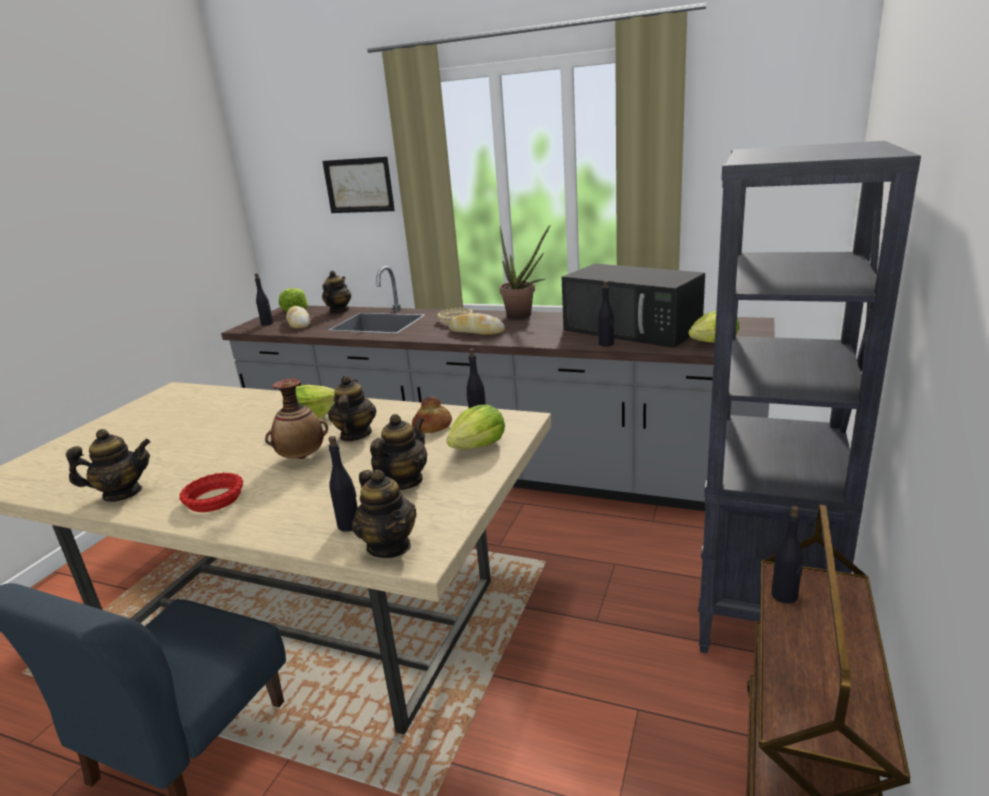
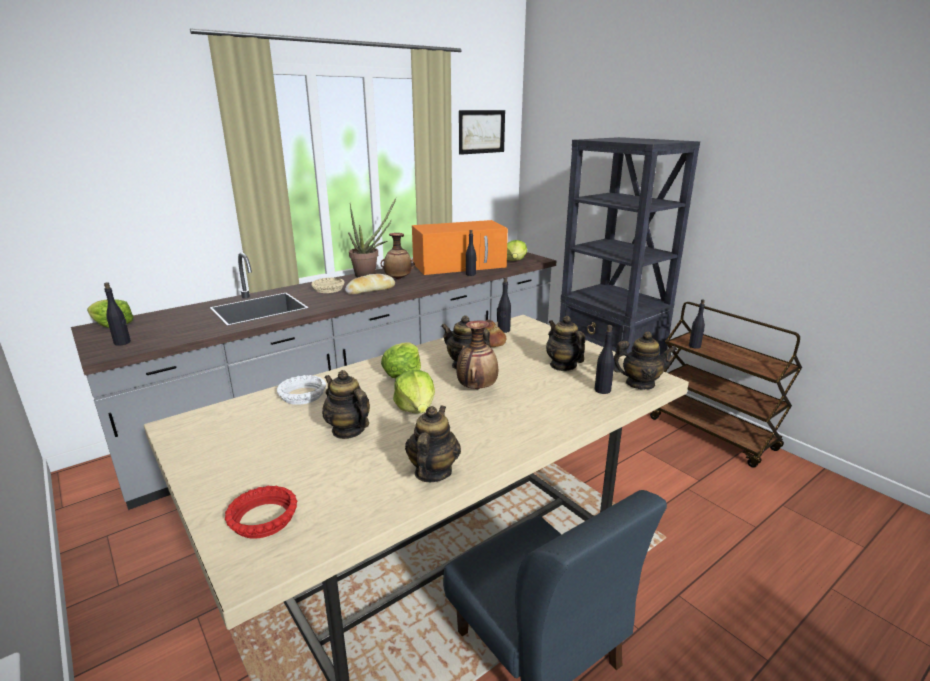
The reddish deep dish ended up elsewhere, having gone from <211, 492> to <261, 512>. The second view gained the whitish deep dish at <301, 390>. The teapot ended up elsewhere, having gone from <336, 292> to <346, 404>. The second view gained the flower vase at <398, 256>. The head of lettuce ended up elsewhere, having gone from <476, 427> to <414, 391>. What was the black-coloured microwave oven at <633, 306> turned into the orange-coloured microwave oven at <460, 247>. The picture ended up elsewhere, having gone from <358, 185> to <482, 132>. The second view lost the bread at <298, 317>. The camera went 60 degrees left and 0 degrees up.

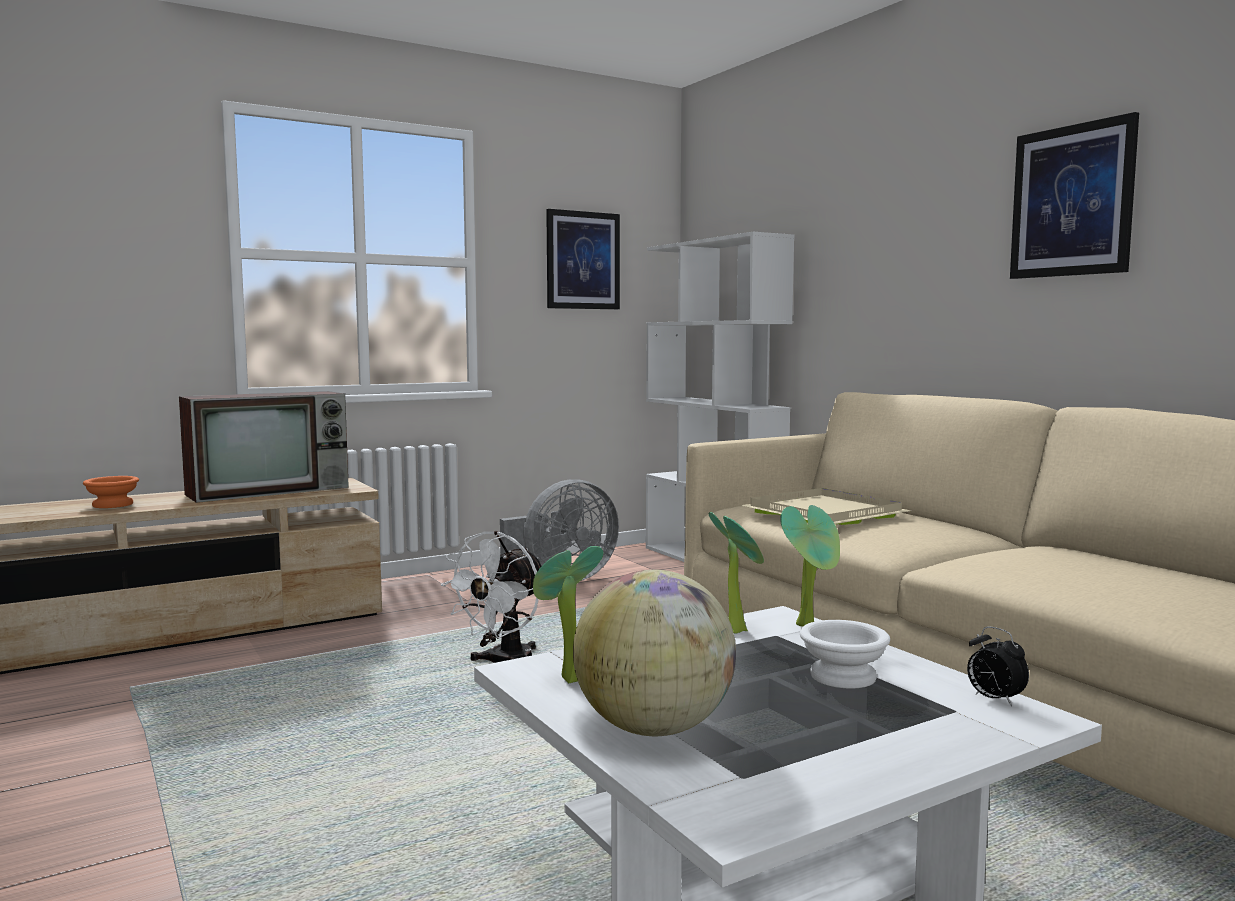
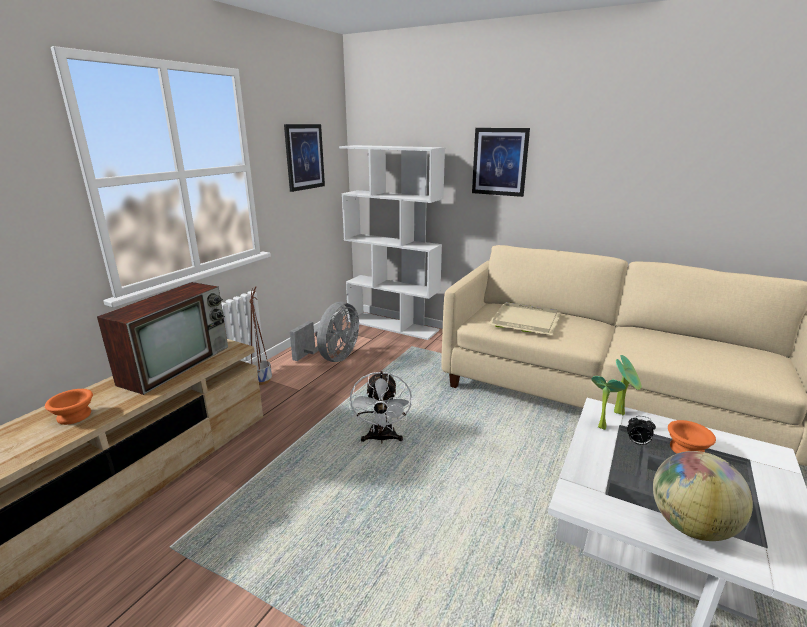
The second view gained the planter at <260, 335>. The picture ended up elsewhere, having gone from <1074, 195> to <501, 162>. The bedside clock ended up elsewhere, having gone from <998, 666> to <641, 430>. What was the whitish deep dish at <845, 654> turned into the orange-coloured deep dish at <692, 437>. The second view lost the houseplant at <568, 614>. The camera went 30 degrees left and 15 degrees up.

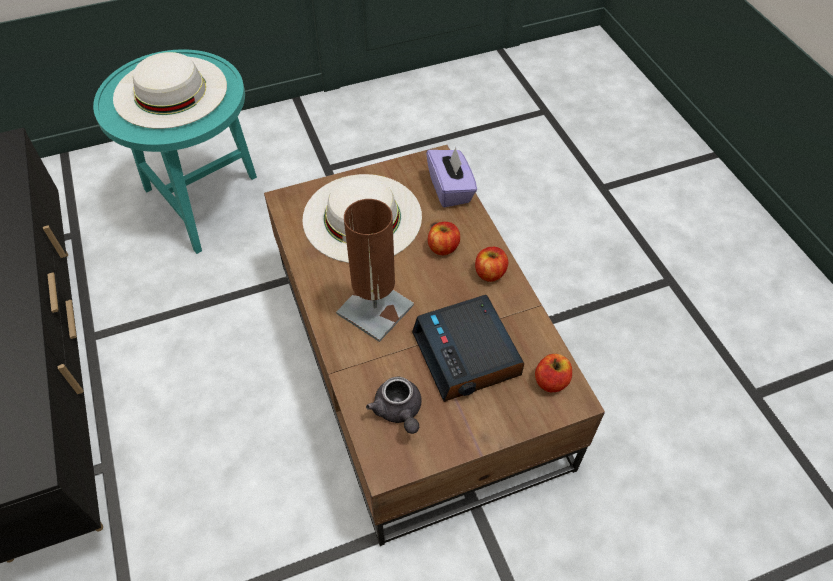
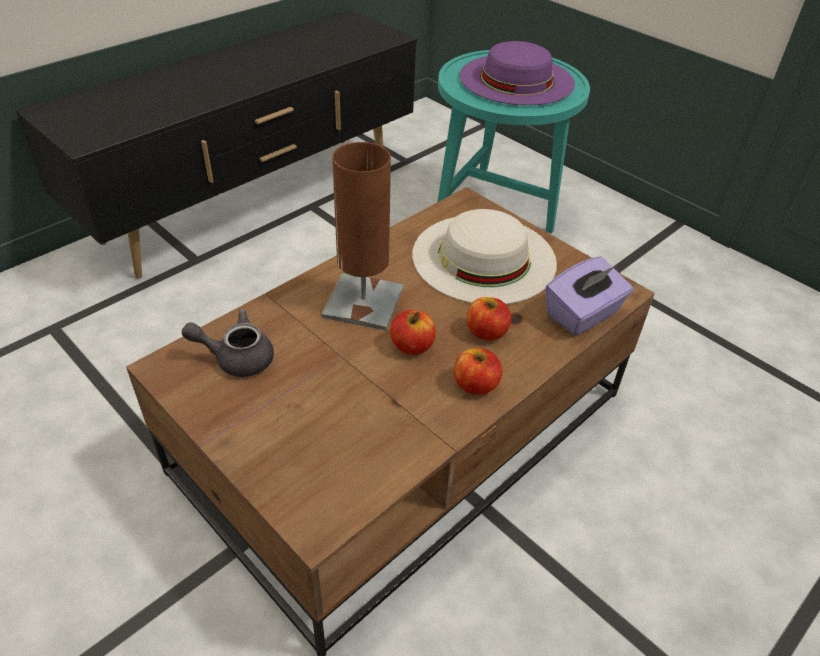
The gray teapot at <394, 405> ended up facing another way, 45 degrees clockwise from before. The apple fruit ended up elsewhere, having gone from <553, 373> to <413, 332>. What was the whitish hat at <170, 90> turned into the purple-coloured hat at <517, 73>. The second view lost the bedside clock at <468, 348>. The camera went 65 degrees right and 10 degrees down.

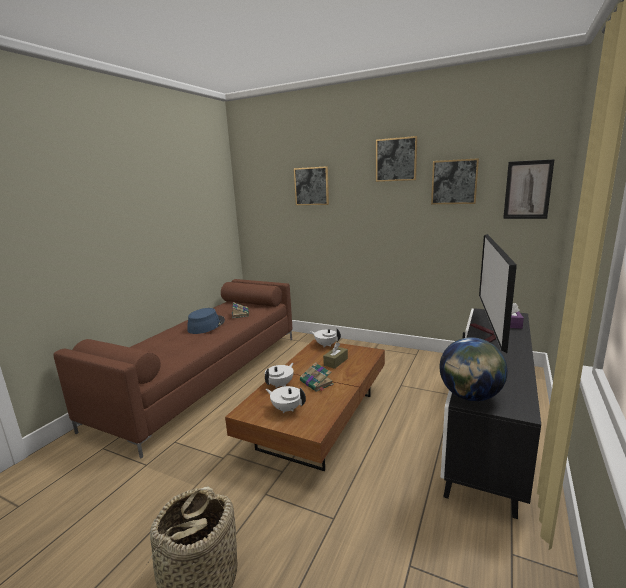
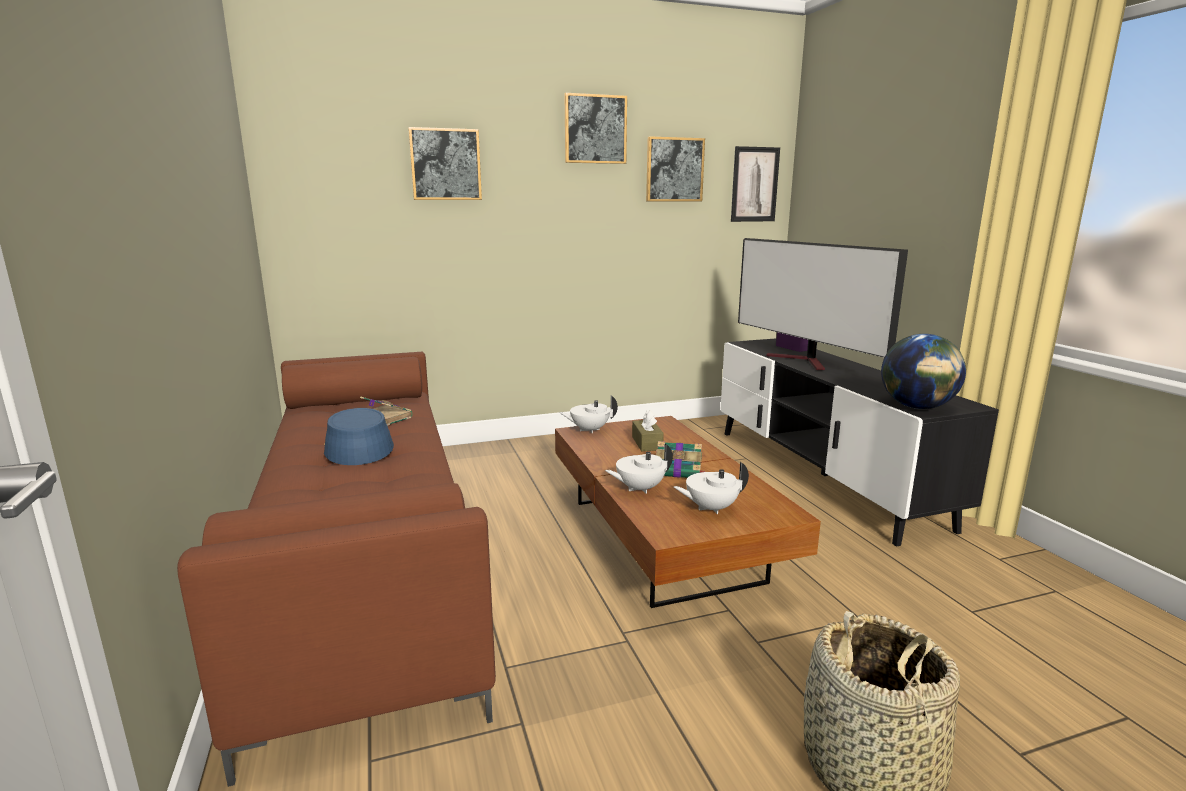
The whitish teapot at <279, 375> ended up facing another way, 105 degrees counterclockwise from before. The camera went 45 degrees left and 0 degrees up.

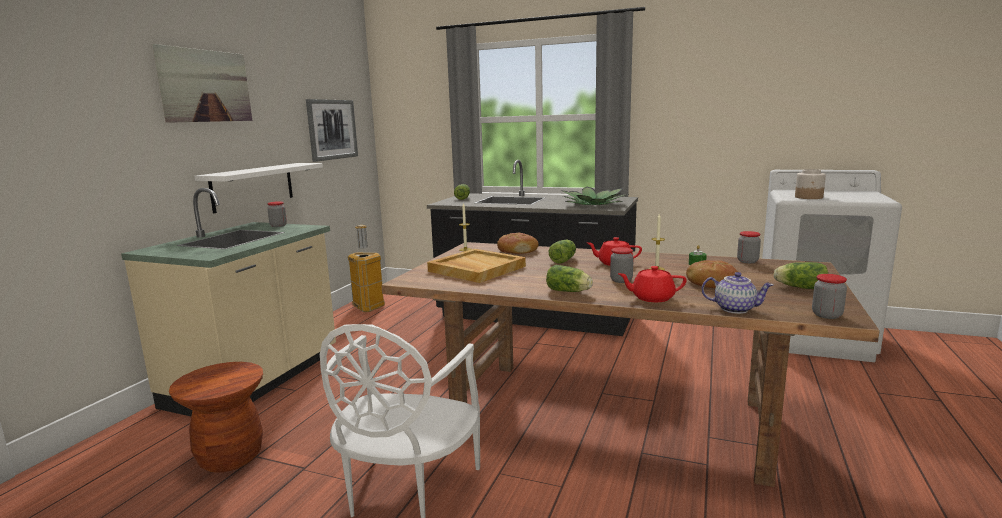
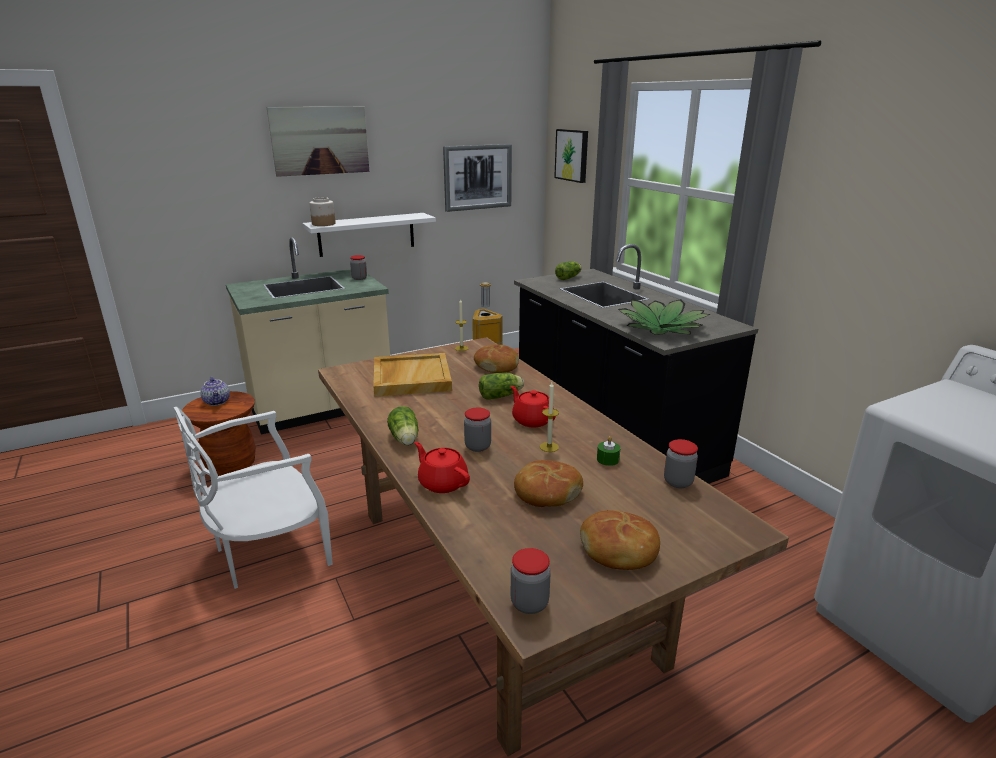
The teapot ended up elsewhere, having gone from <737, 293> to <215, 391>. The storage jar ended up elsewhere, having gone from <810, 184> to <322, 211>. The second view gained the picture at <571, 156>. Where the head of lettuce stood at <801, 275>, the bread came to stand at <620, 540>. The camera went 40 degrees right and 10 degrees up.

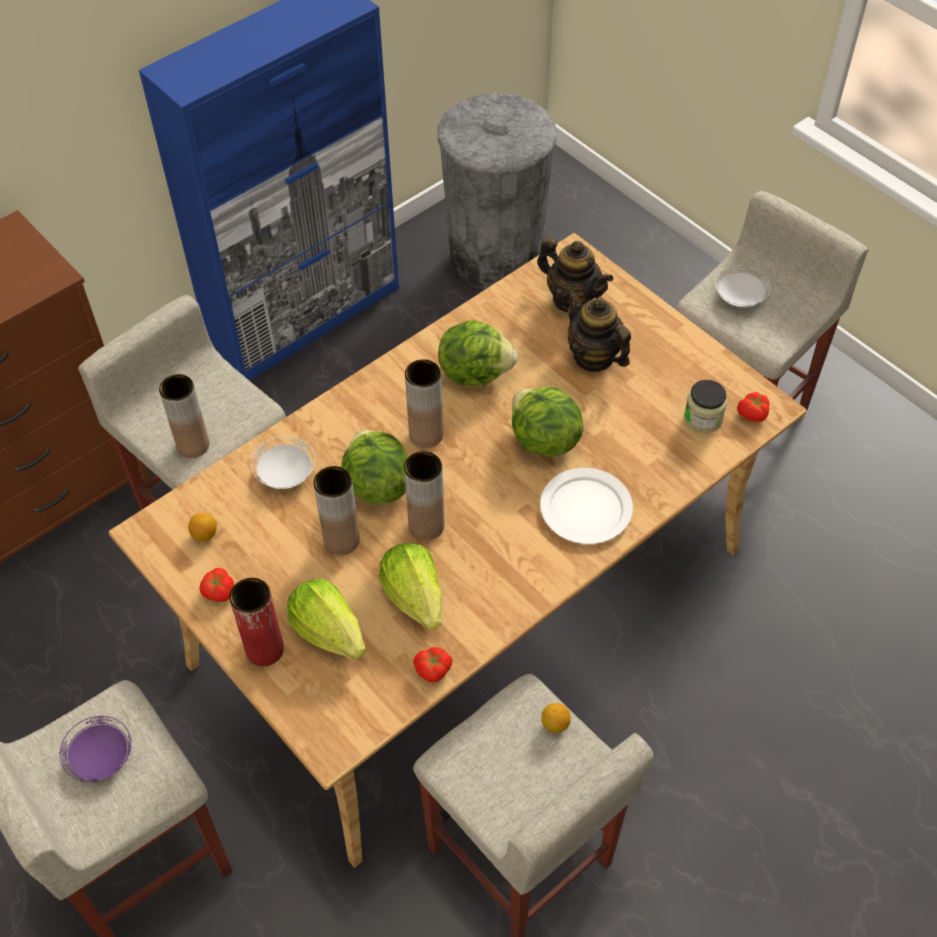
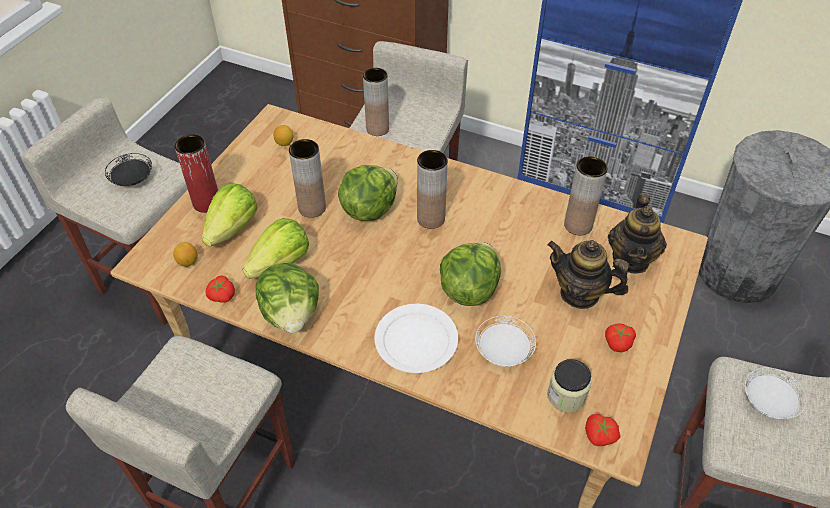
What was the purple-coloured dinner plate at <95, 749> turned into the black-coloured dinner plate at <128, 169>. The whole lemon ended up elsewhere, having gone from <556, 718> to <185, 254>. The head of lettuce ended up elsewhere, having gone from <478, 353> to <287, 298>. The whitish dinner plate ended up elsewhere, having gone from <283, 462> to <505, 341>. The teapot at <599, 331> ended up facing another way, 90 degrees counterclockwise from before. The brown flower vase ended up elsewhere, having gone from <424, 495> to <586, 195>. The tomato ended up elsewhere, having gone from <217, 585> to <620, 338>. The camera went 65 degrees right and 5 degrees down.

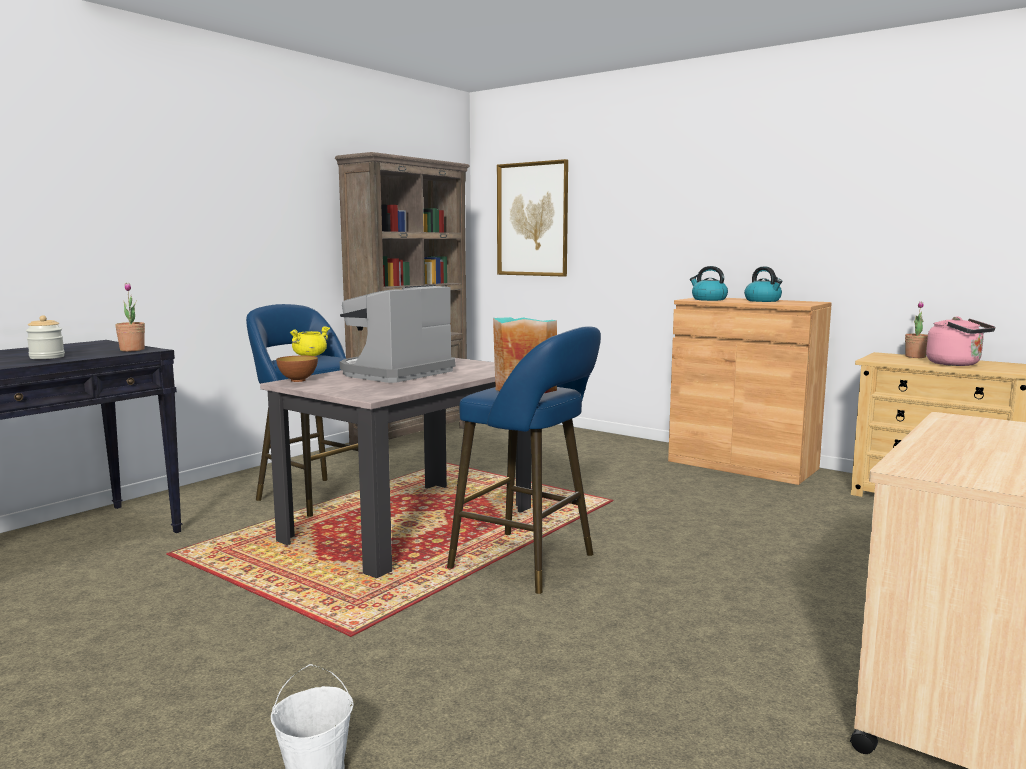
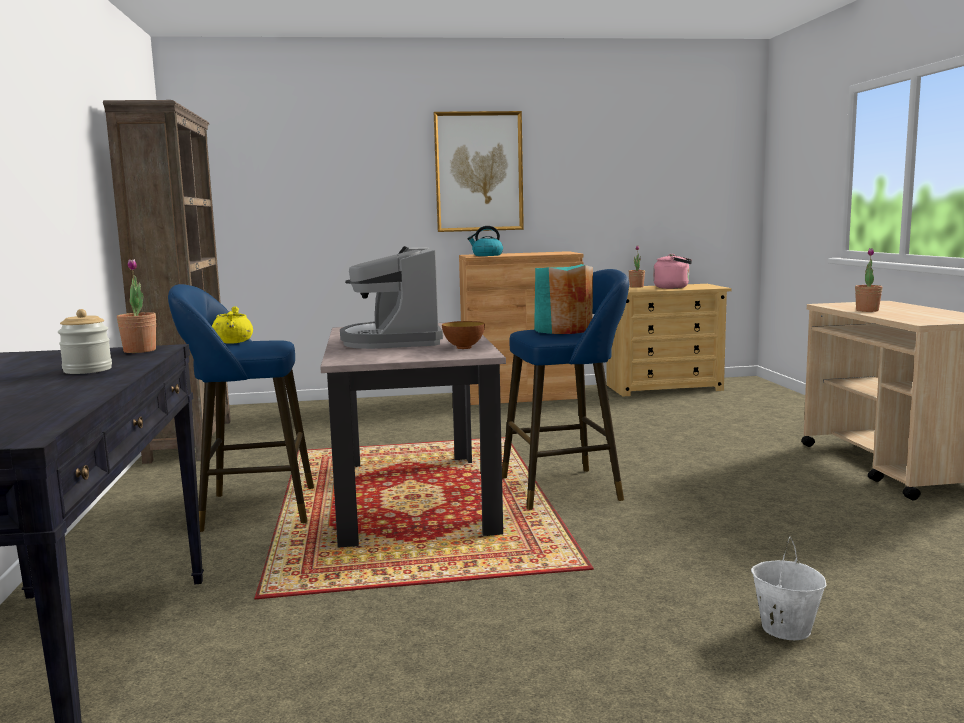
The picture ended up elsewhere, having gone from <532, 218> to <479, 171>. The deep dish ended up elsewhere, having gone from <297, 369> to <463, 335>. The second view gained the houseplant at <868, 280>. The second view lost the tea kettle at <763, 284>. The camera went 45 degrees left and 0 degrees up.

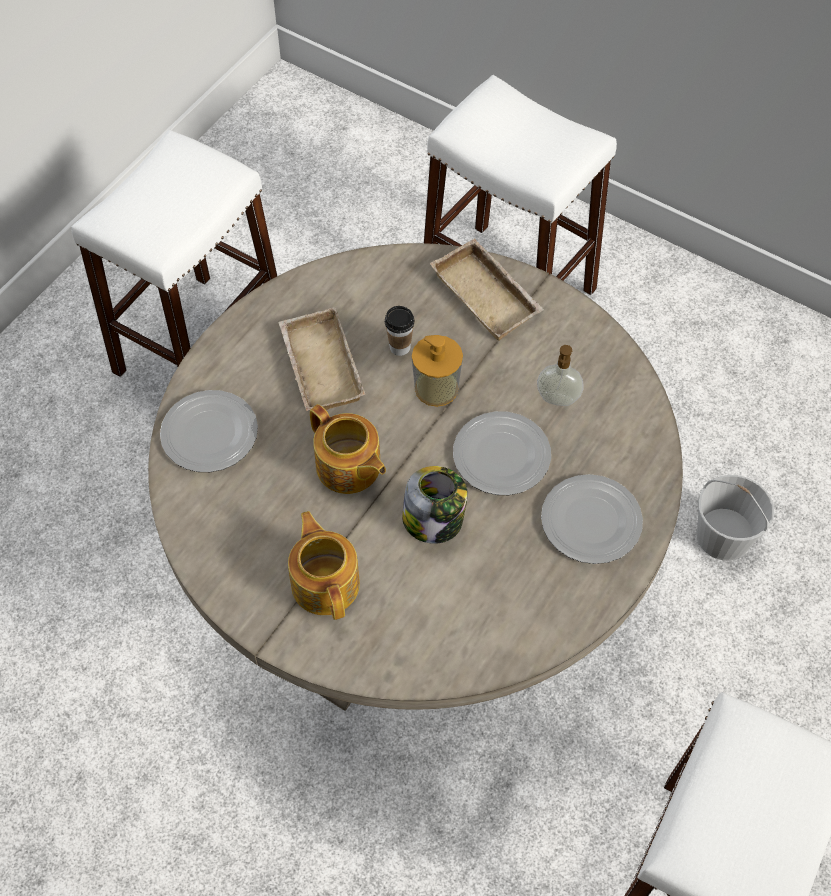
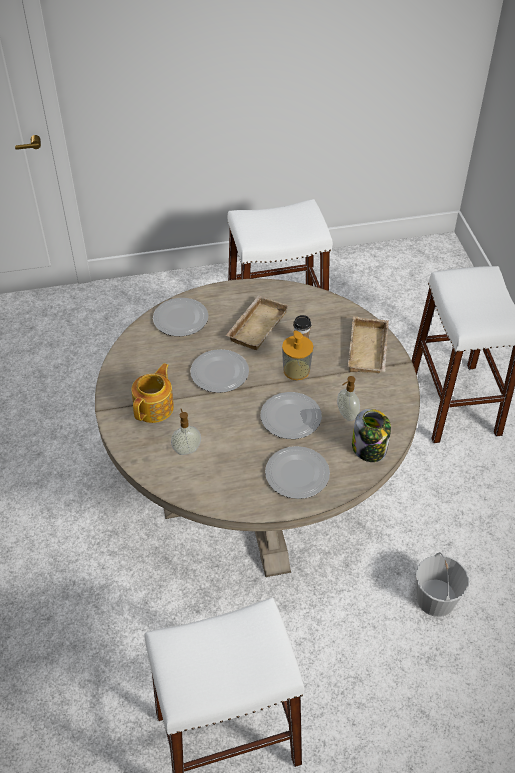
The second view gained the soap bottle at <186, 432>. Where the teapot stood at <348, 449>, the dinner plate came to stand at <219, 371>. The storage jar ended up elsewhere, having gone from <435, 505> to <371, 435>. The camera went 45 degrees right and 10 degrees down.

